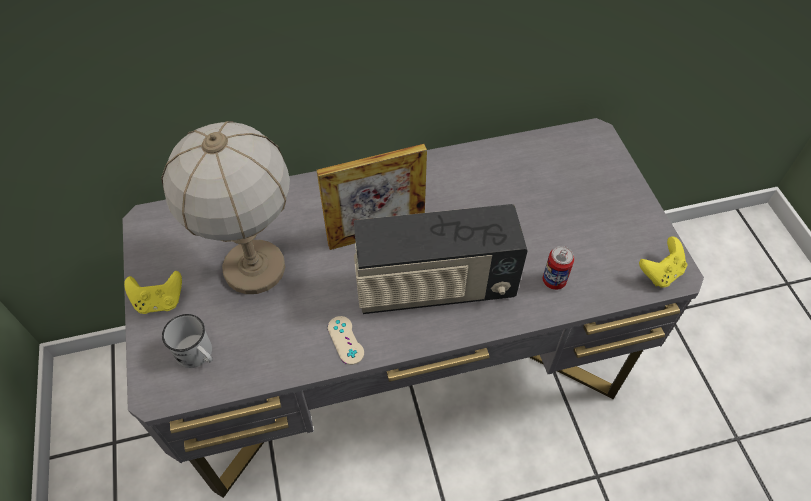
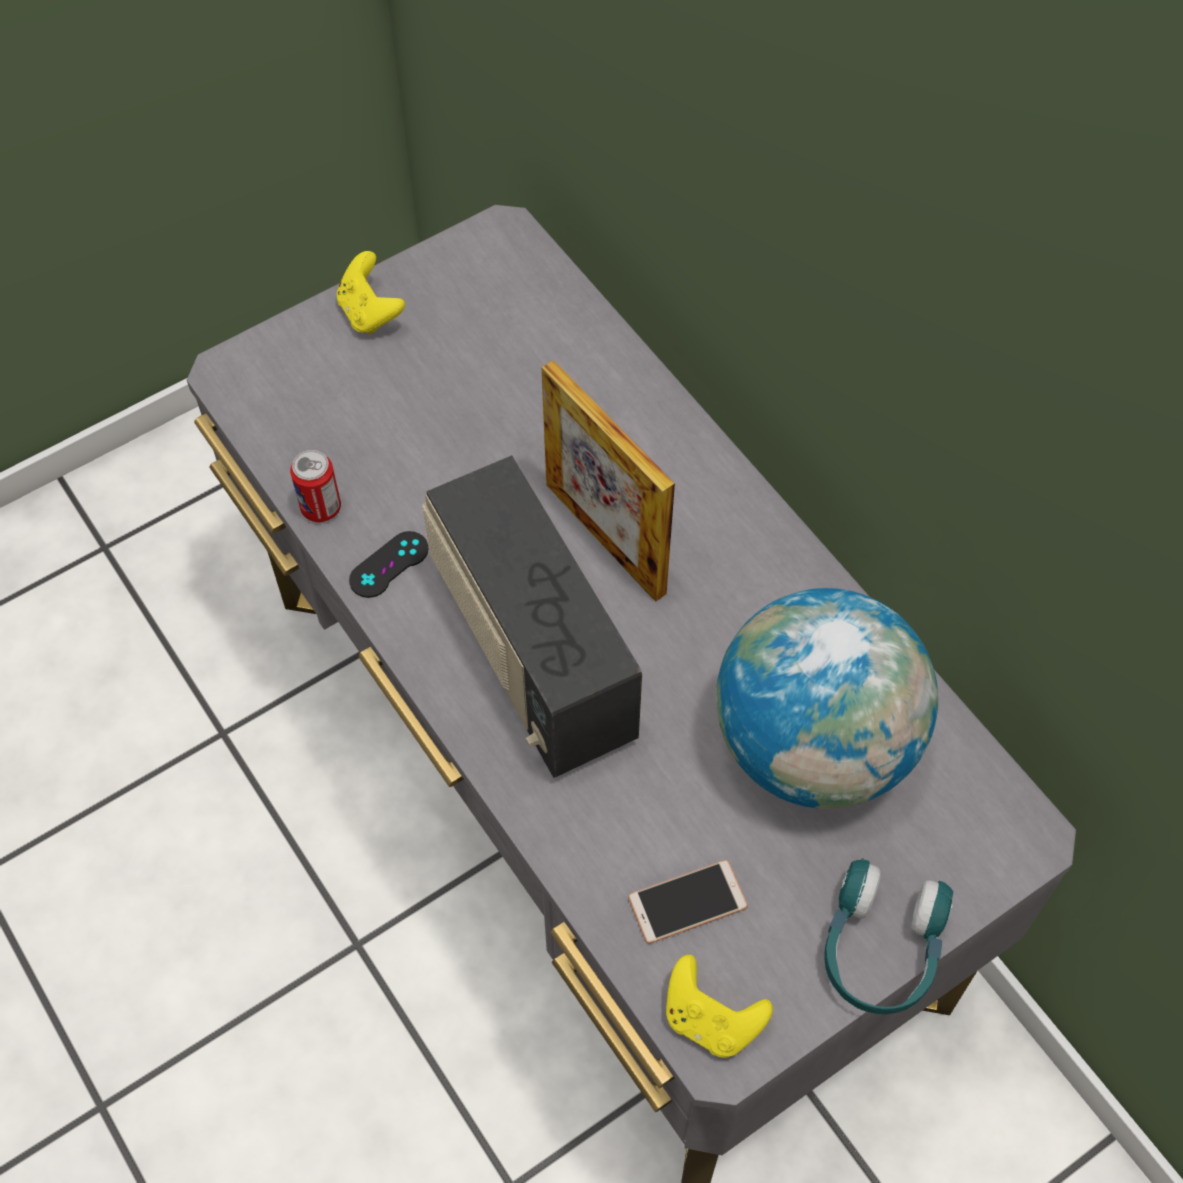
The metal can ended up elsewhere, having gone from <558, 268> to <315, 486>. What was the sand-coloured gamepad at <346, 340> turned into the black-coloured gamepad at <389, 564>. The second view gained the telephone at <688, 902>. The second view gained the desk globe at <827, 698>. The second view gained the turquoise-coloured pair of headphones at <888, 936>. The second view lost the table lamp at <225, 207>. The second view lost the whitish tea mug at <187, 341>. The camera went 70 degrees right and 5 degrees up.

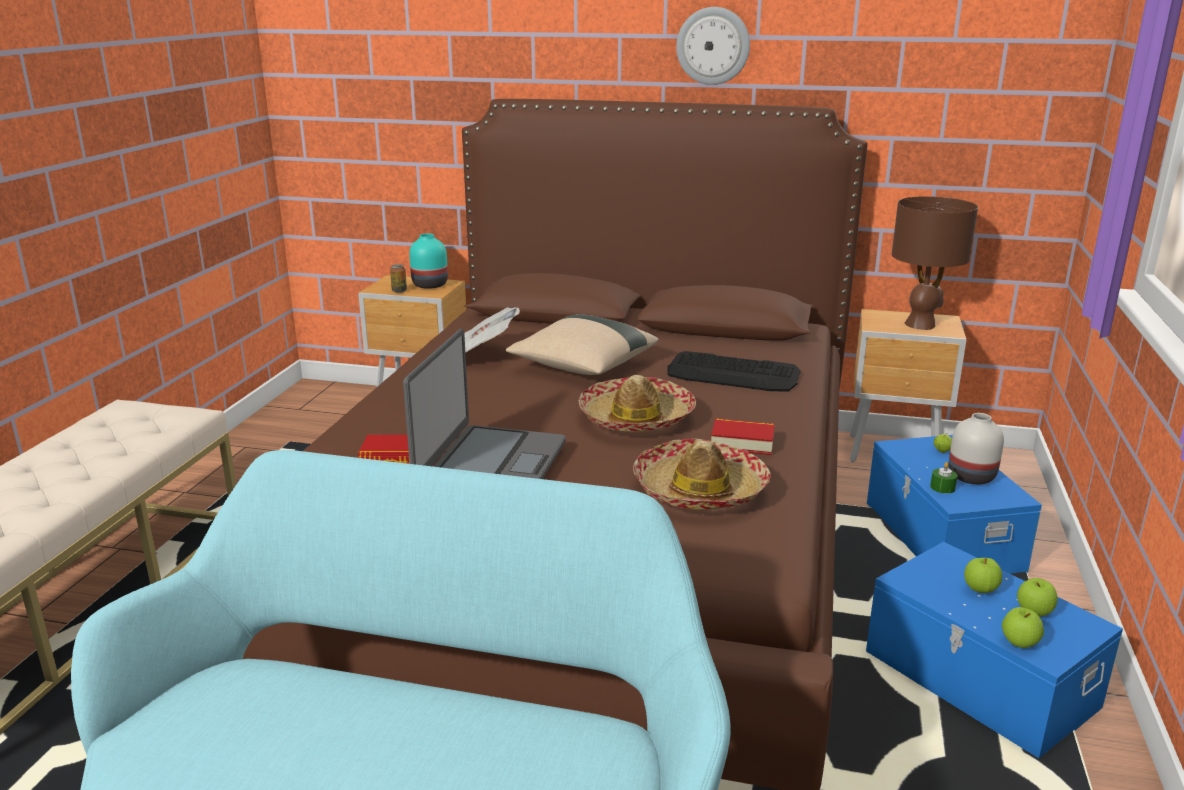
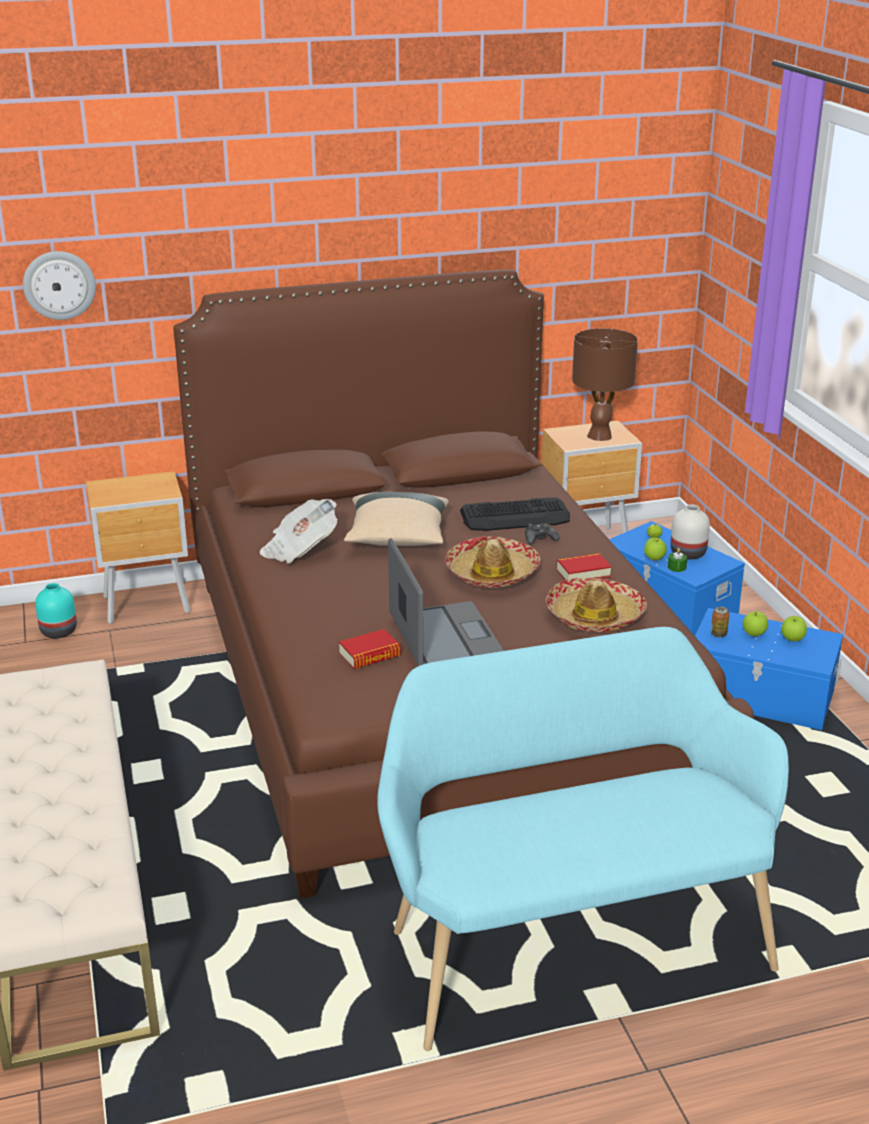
The wall clock ended up elsewhere, having gone from <713, 46> to <59, 285>. The turquoise-coloured flower vase ended up elsewhere, having gone from <428, 261> to <56, 611>. The second view gained the black-coloured gamepad at <542, 533>. The apple fruit ended up elsewhere, having gone from <1023, 627> to <655, 549>. The metal can ended up elsewhere, having gone from <398, 278> to <720, 622>. The camera went 30 degrees left and 5 degrees up.

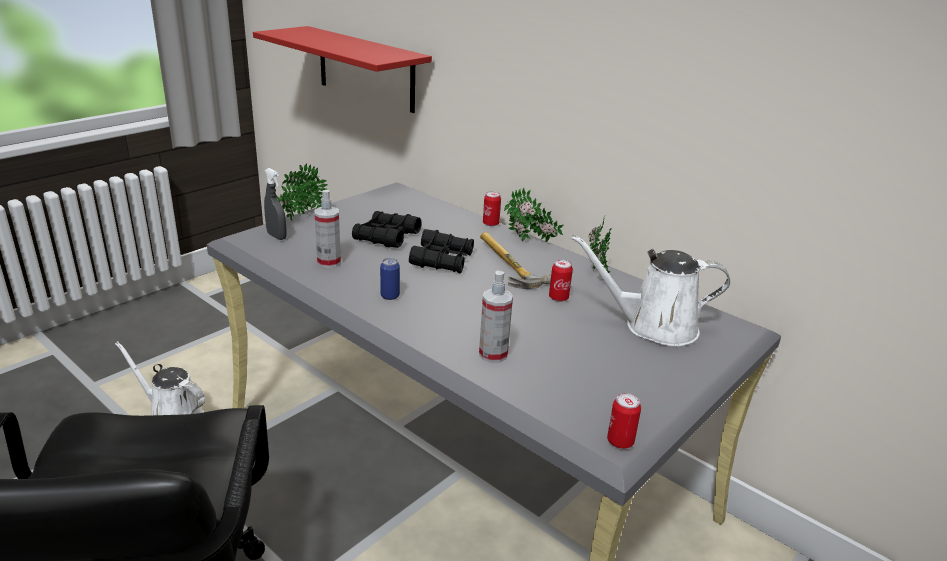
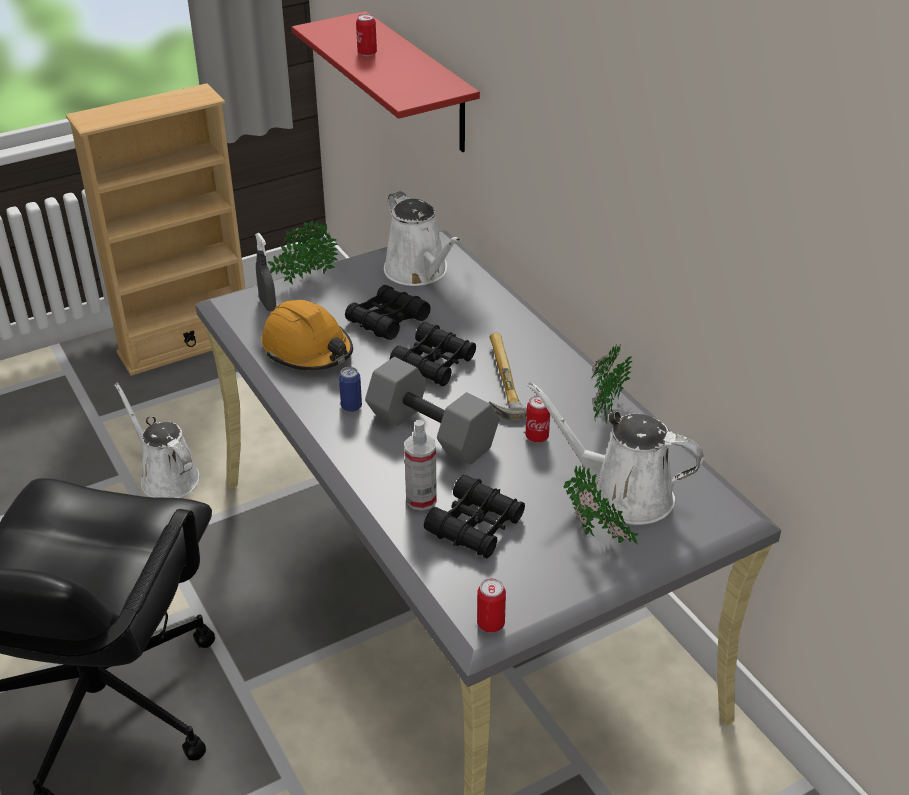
The second view gained the sand-coloured bookcase at <155, 229>. Where the spray bottle stood at <327, 229>, the orange-coloured work helmet came to stand at <307, 335>. The metal can ended up elsewhere, having gone from <492, 208> to <366, 35>. The second view gained the gray hand weight at <432, 411>. The second view gained the whitish watering pot at <422, 238>. The second view gained the black-coloured pair of binoculars at <474, 516>. The houseplant ended up elsewhere, having gone from <533, 215> to <601, 505>. The camera went 20 degrees right and 10 degrees up.

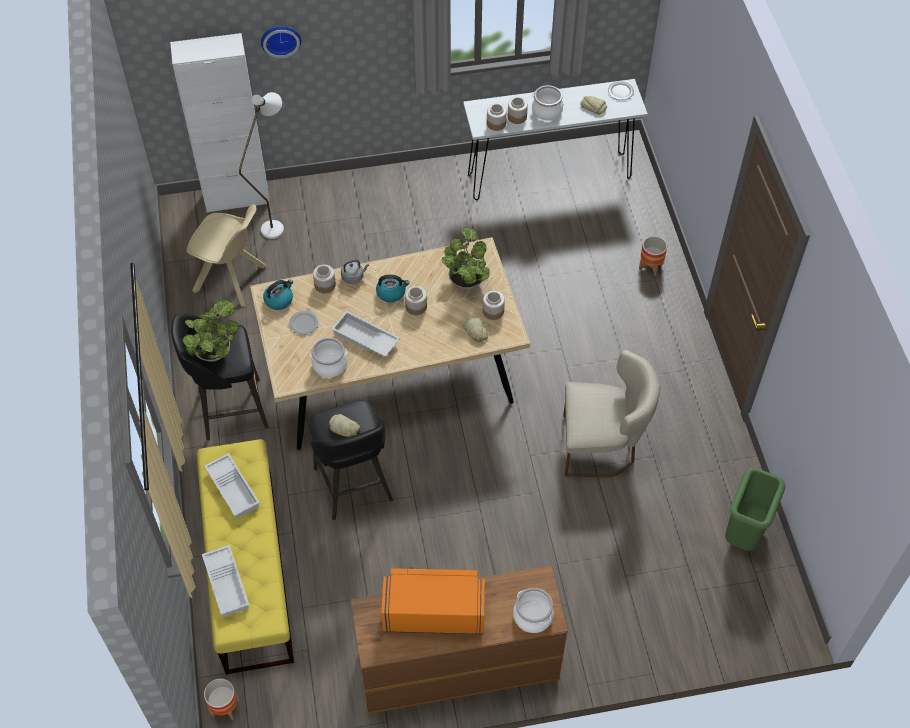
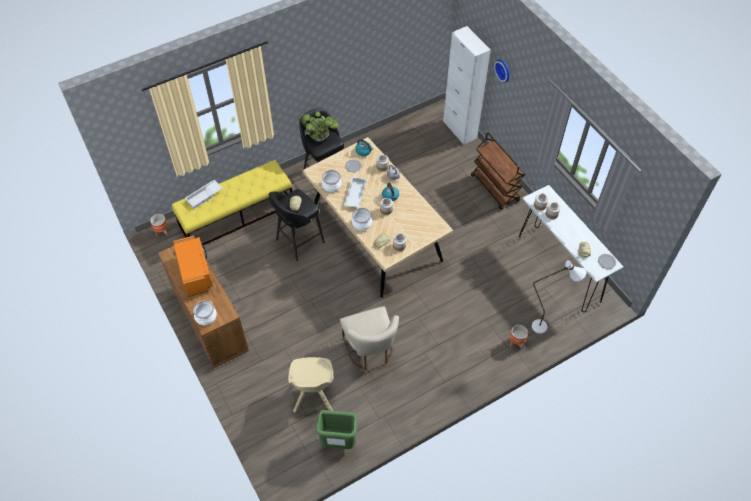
The sand-coloured chair ended up elsewhere, having gone from <226, 255> to <311, 385>. The cooking pot ended up elsewhere, having gone from <548, 103> to <362, 219>. The second view gained the brown cart at <498, 171>. The whitish standing lamp ended up elsewhere, having gone from <261, 165> to <559, 297>. The second view lost the whitish tray at <232, 485>. The second view lost the houseplant at <465, 258>. The camera went 70 degrees right and 0 degrees up.

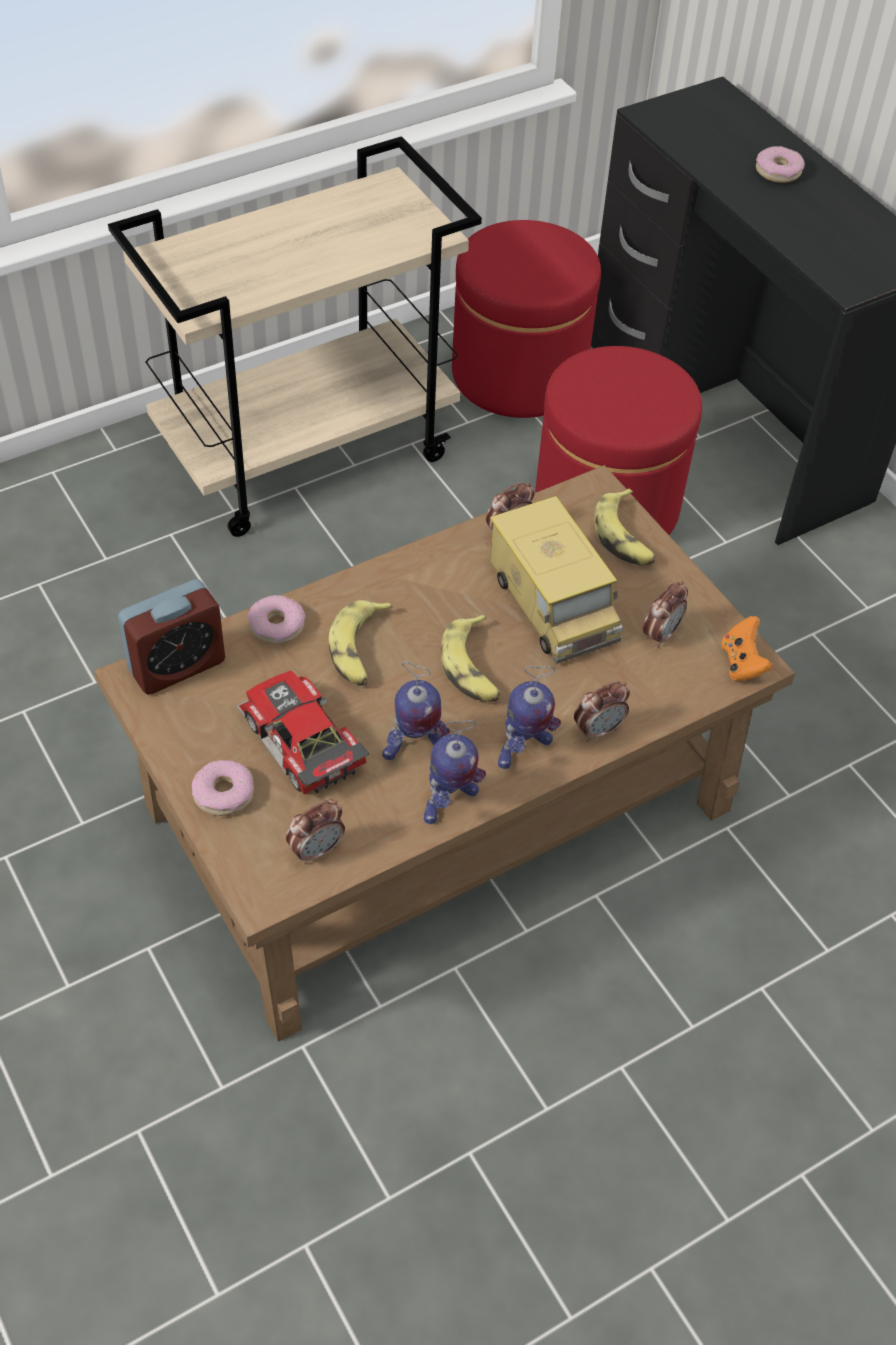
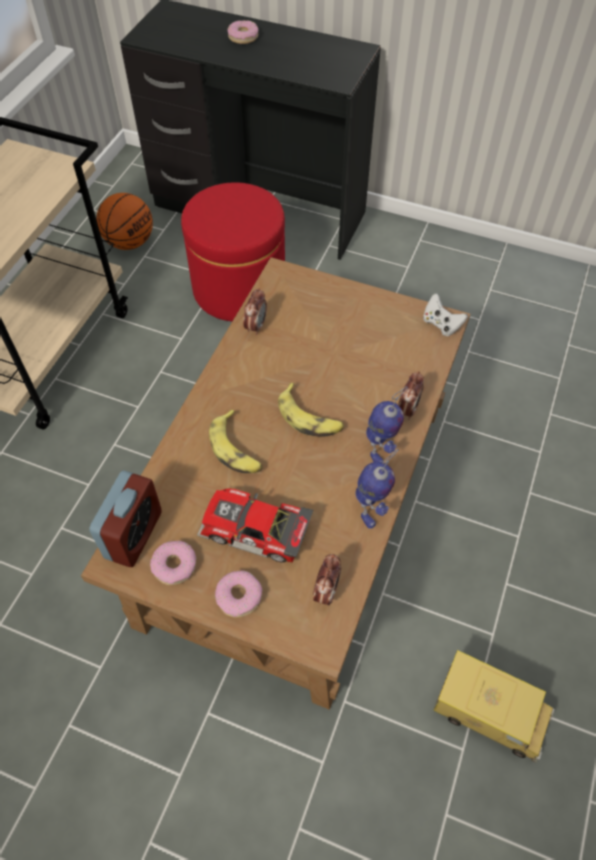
Where the reddish footrest stood at <526, 319>, the basketball ball came to stand at <124, 221>. The ring doughnut ended up elsewhere, having gone from <276, 619> to <173, 563>. What was the orange-coloured gamepad at <747, 648> turned into the whitish gamepad at <445, 314>. The toy lorry ended up elsewhere, having gone from <556, 580> to <494, 706>. The second view lost the toy robot at <416, 711>. The second view lost the banana at <625, 527>. The second view lost the bedside clock at <665, 614>. The camera went 35 degrees left and 5 degrees up.

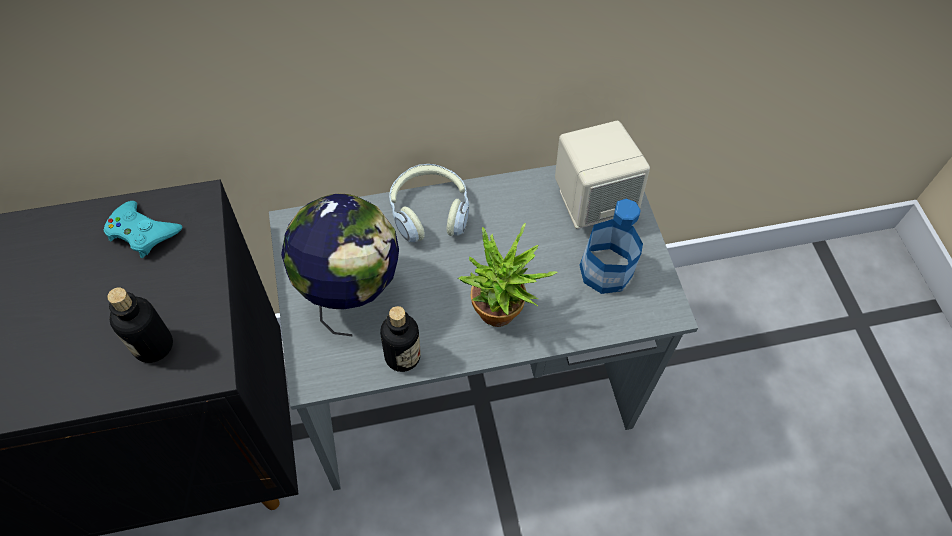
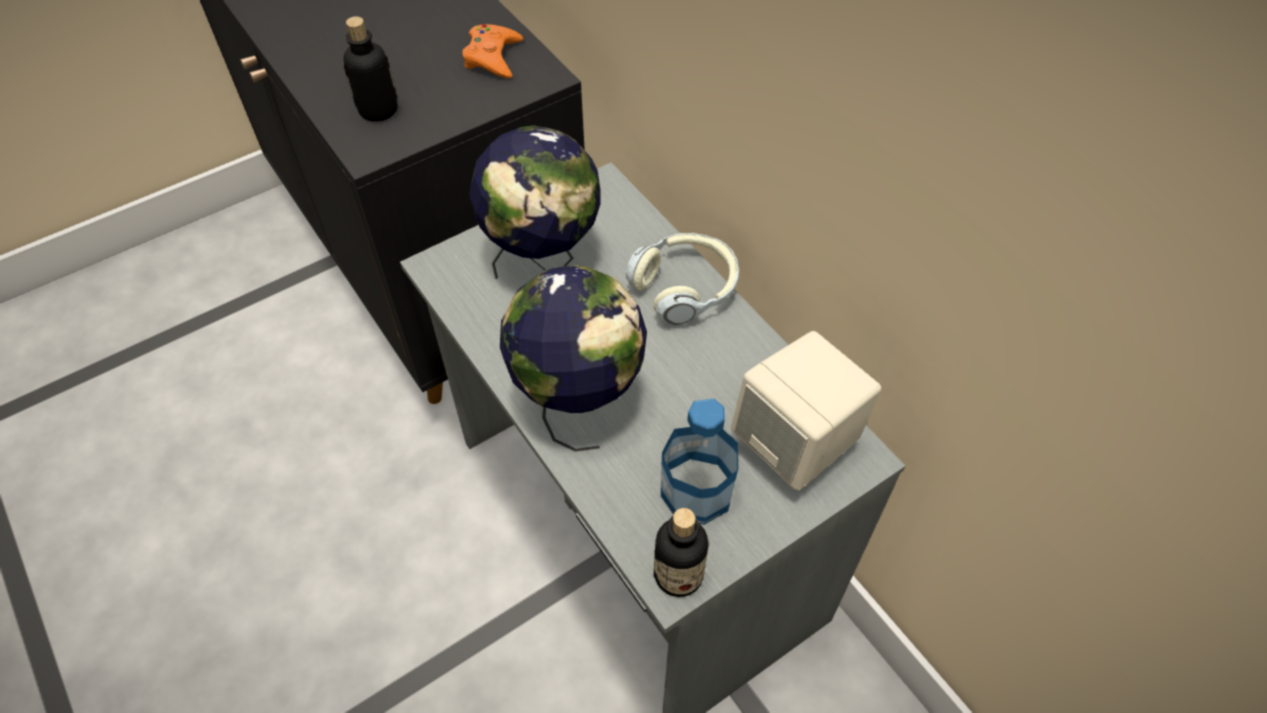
What was the turquoise-coloured gamepad at <143, 229> turned into the orange-coloured gamepad at <492, 51>. Where the houseplant stood at <507, 275>, the desk globe came to stand at <573, 358>. The bottle ended up elsewhere, having gone from <400, 339> to <681, 552>. The camera went 70 degrees right and 5 degrees down.

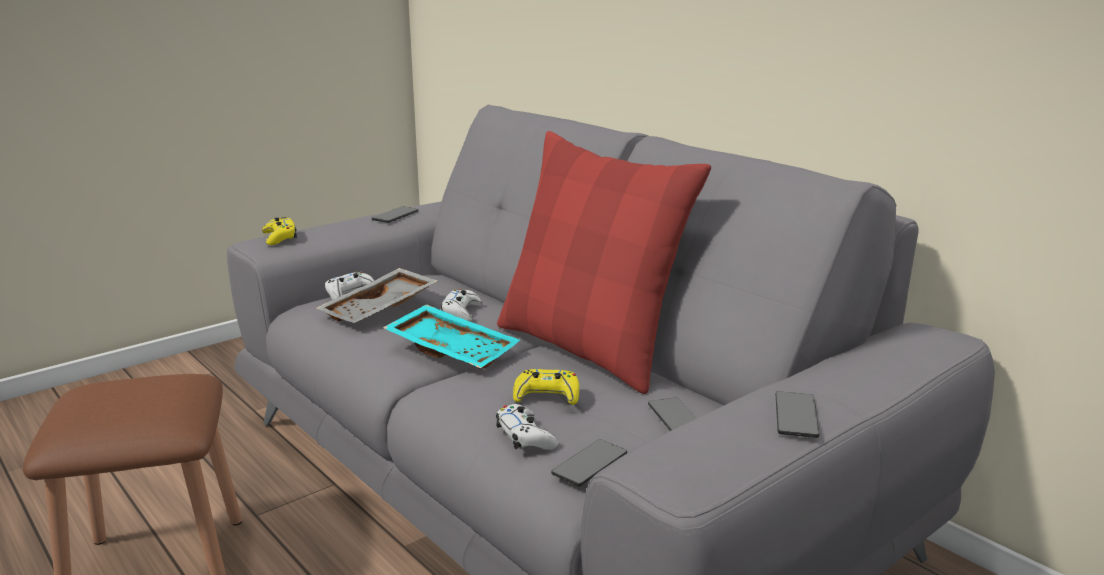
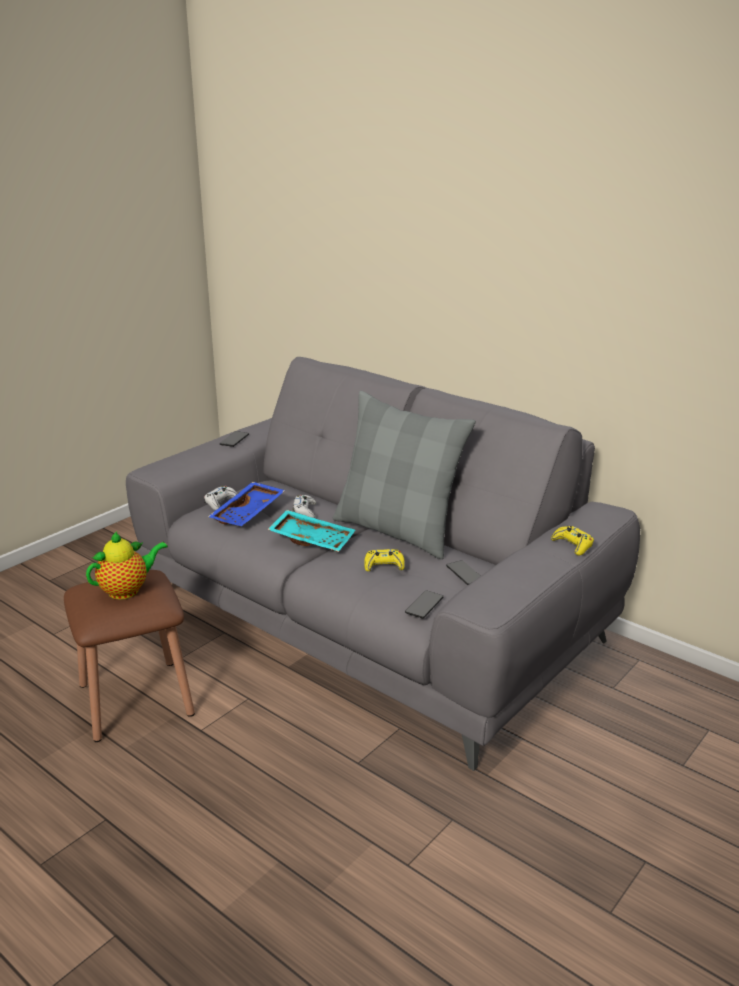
The second view gained the teapot at <127, 565>. What was the gray tray at <377, 295> turned into the blue tray at <246, 504>. What was the reddish throw pillow at <604, 262> turned into the gray throw pillow at <404, 475>. The yellowish gamepad ended up elsewhere, having gone from <279, 231> to <572, 541>. The second view lost the whitish gamepad at <527, 426>. The second view lost the telephone at <797, 414>. The camera went 10 degrees left and 5 degrees up.

